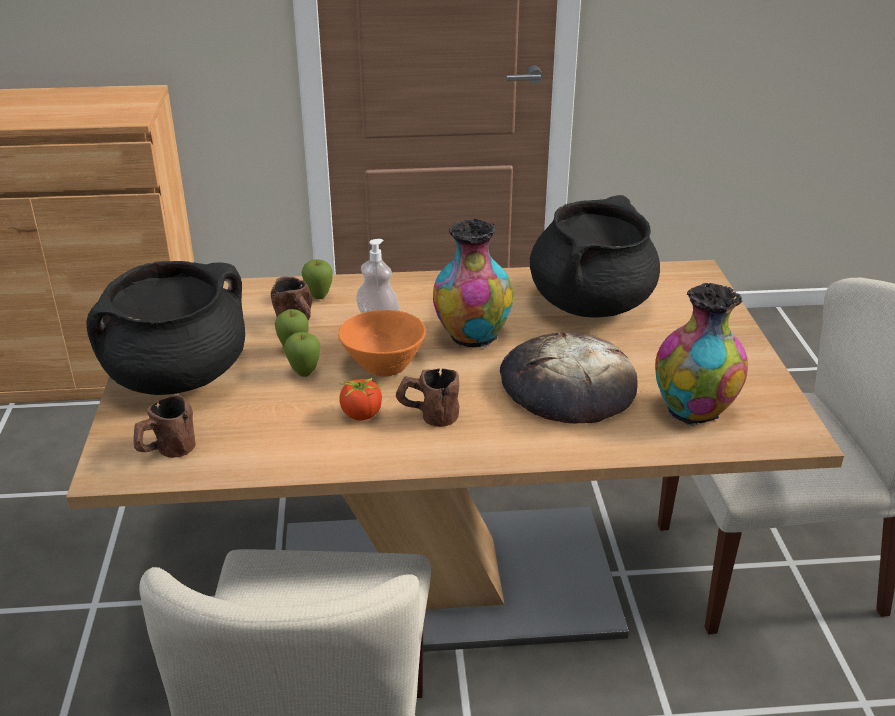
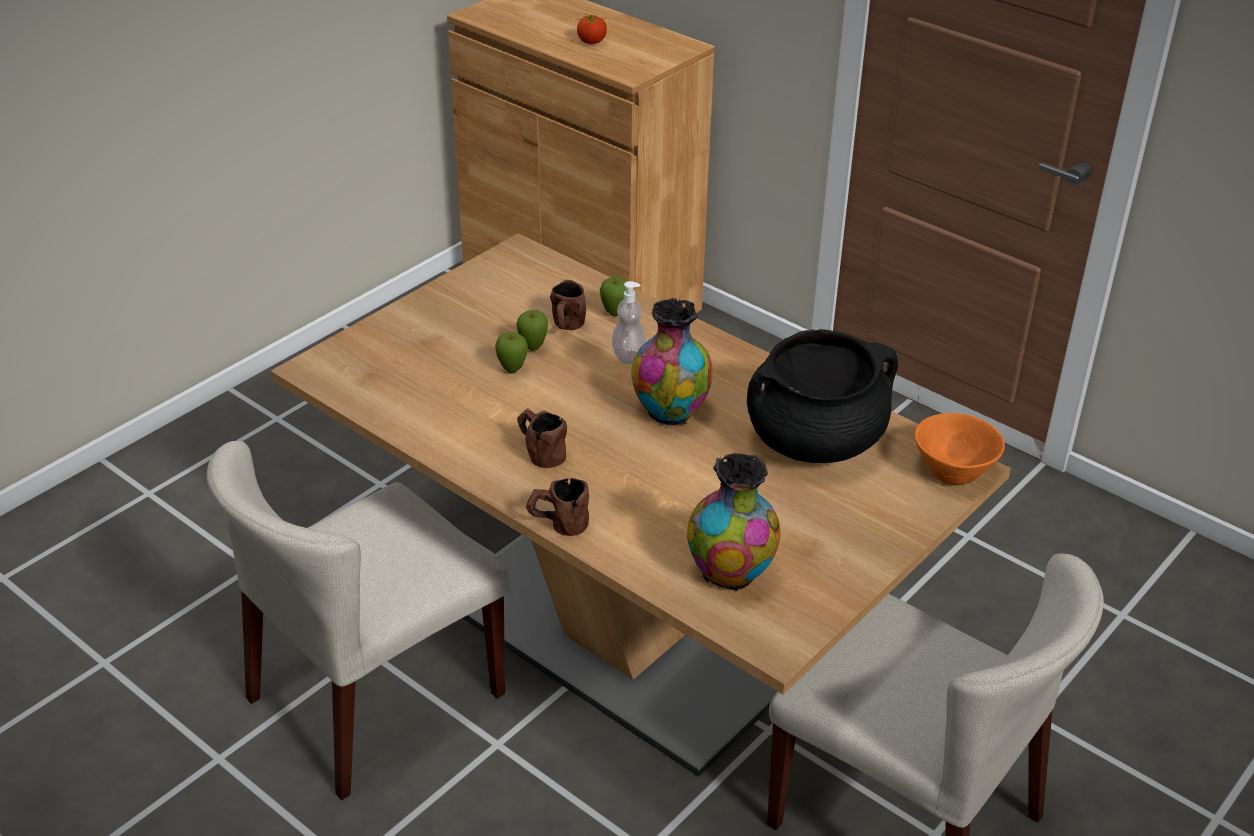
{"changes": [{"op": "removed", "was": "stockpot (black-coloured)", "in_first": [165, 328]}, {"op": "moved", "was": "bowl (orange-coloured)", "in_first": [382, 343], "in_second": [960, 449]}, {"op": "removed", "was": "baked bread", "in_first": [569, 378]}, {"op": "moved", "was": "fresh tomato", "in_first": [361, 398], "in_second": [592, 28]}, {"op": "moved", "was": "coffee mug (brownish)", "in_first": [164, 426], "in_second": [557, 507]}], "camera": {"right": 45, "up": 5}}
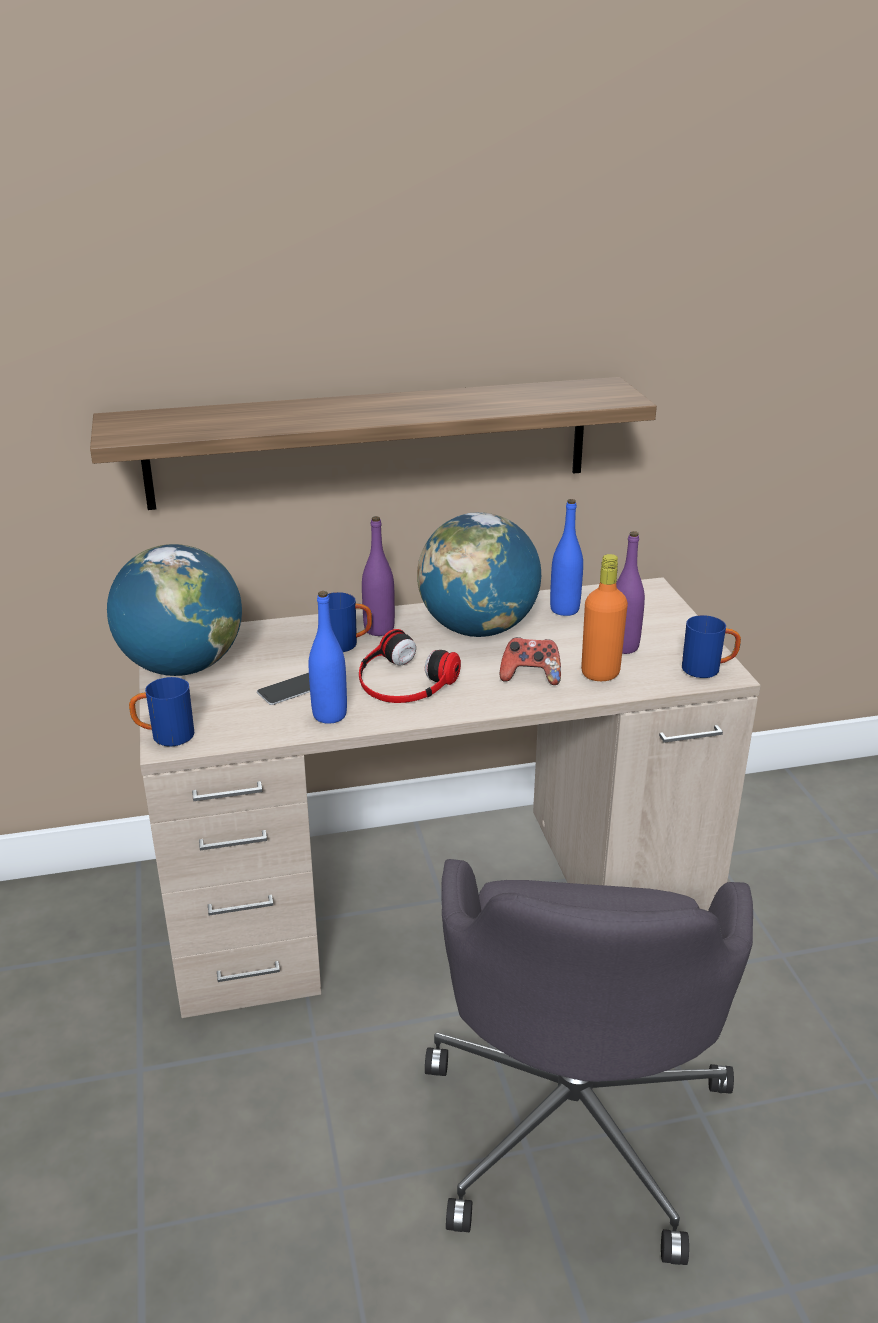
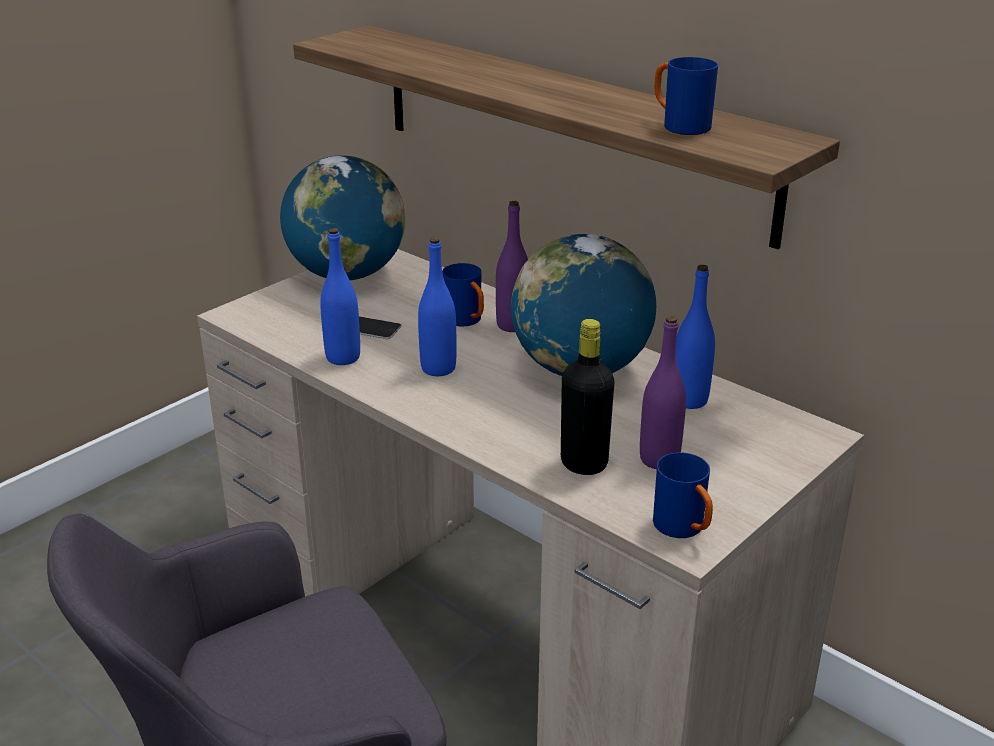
{"changes": [{"op": "recoloured", "was": "bottle (orange-coloured)", "now": "bottle (black-coloured)", "in_first": [604, 617], "in_second": [587, 397]}, {"op": "replaced", "was": "headset", "now": "bottle (blue-coloured)", "in_first": [410, 666], "in_second": [437, 306]}, {"op": "removed", "was": "gamepad", "in_first": [530, 661]}, {"op": "moved", "was": "coffee mug (blue-coloured)", "in_first": [161, 711], "in_second": [686, 96]}], "camera": {"right": 55, "up": 0}}
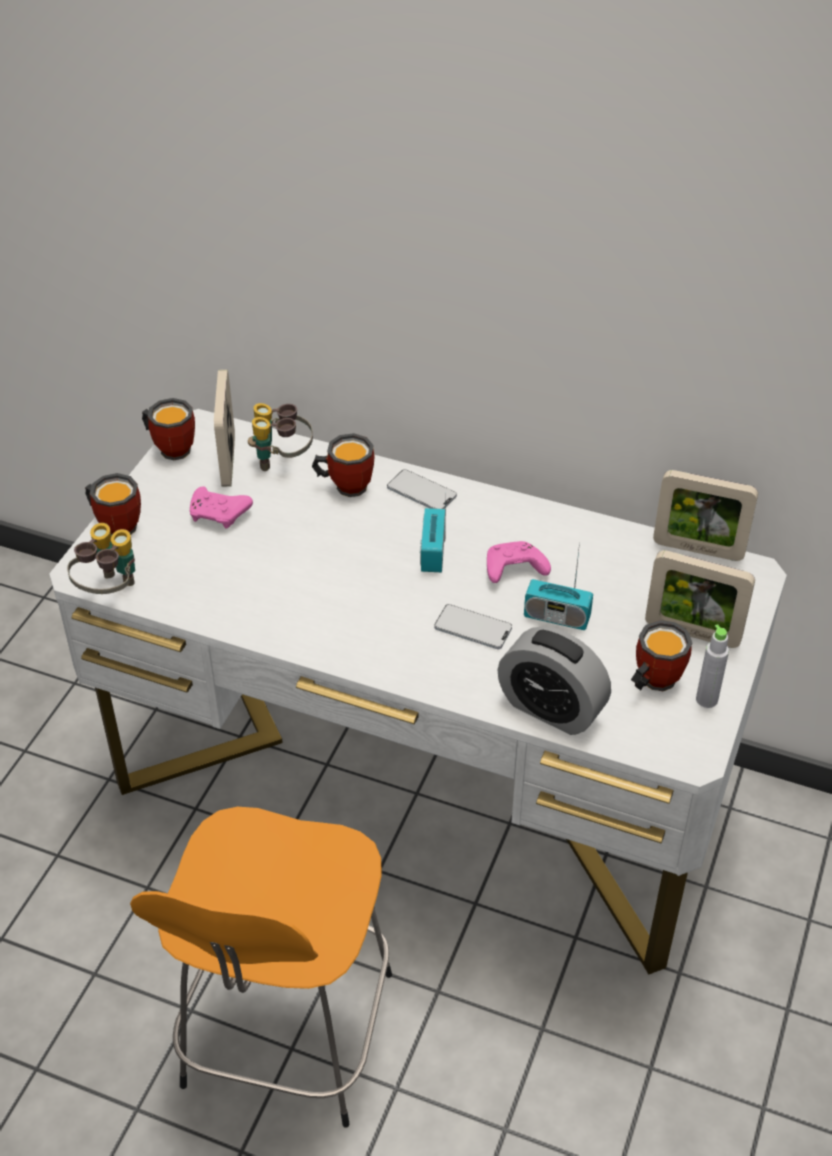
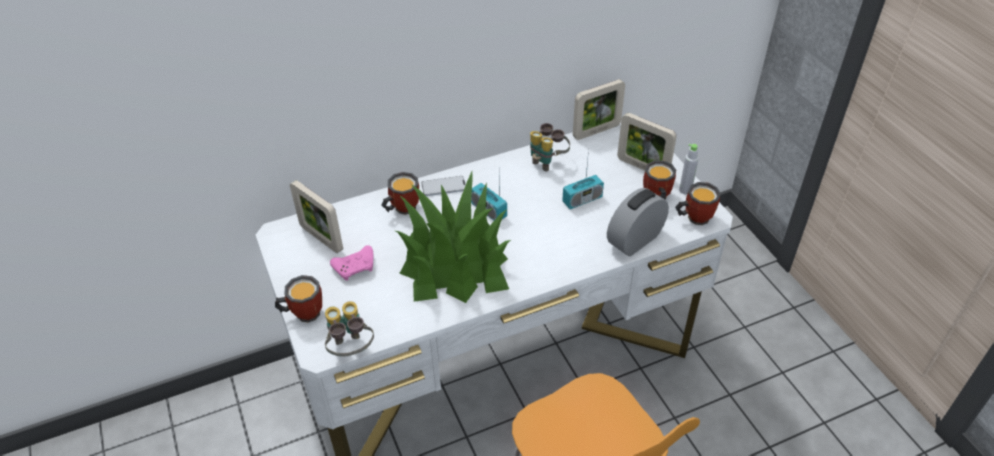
{"changes": [{"op": "moved", "was": "coffee mug", "in_first": [168, 429], "in_second": [698, 203]}, {"op": "moved", "was": "field glasses", "in_first": [280, 437], "in_second": [550, 147]}, {"op": "removed", "was": "gamepad (pinkish)", "in_first": [519, 562]}, {"op": "turned", "was": "picture frame", "in_first": [700, 599], "in_second": [647, 142], "clockwise": 60}, {"op": "removed", "was": "handset", "in_first": [473, 626]}, {"op": "turned", "was": "table clock", "in_first": [554, 680], "in_second": [638, 222], "clockwise": 150}, {"op": "added", "now": "potted plant", "in_second": [453, 237]}], "camera": {"right": -45, "up": 0}}
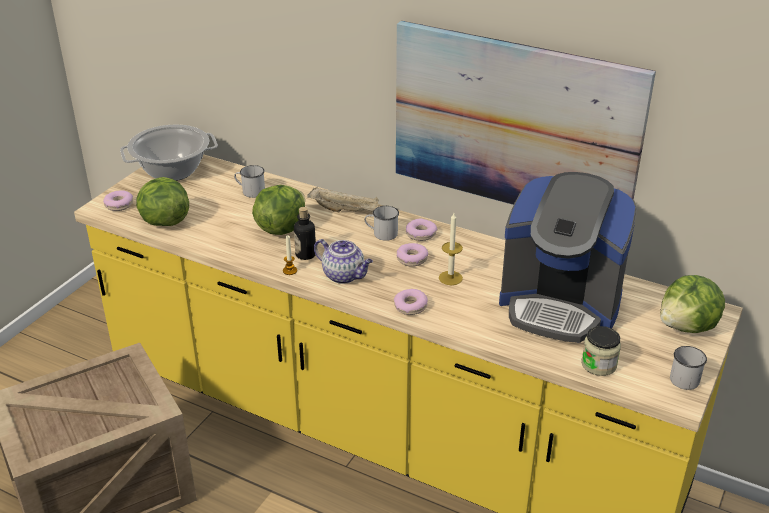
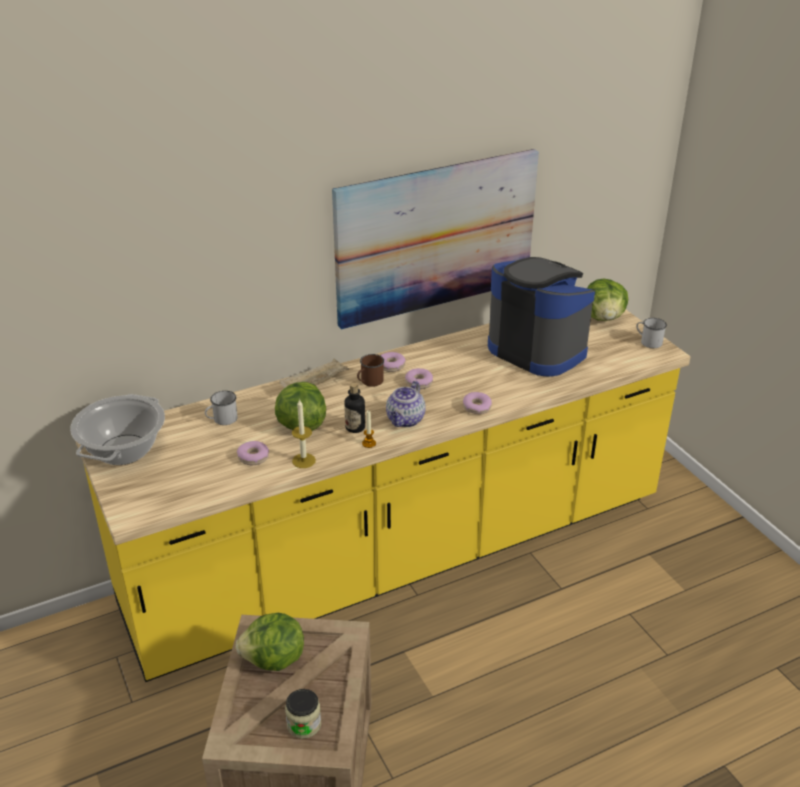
{"changes": [{"op": "turned", "was": "coffee maker", "in_first": [568, 257], "in_second": [541, 317], "clockwise": -105}, {"op": "moved", "was": "lettuce", "in_first": [162, 201], "in_second": [269, 642]}, {"op": "moved", "was": "doughnut", "in_first": [118, 200], "in_second": [253, 453]}, {"op": "recoloured", "was": "coffee mug (white-coloured)", "now": "coffee mug (brownish)", "in_first": [382, 223], "in_second": [370, 370]}, {"op": "moved", "was": "candle", "in_first": [451, 249], "in_second": [304, 433]}, {"op": "turned", "was": "tea pot", "in_first": [343, 261], "in_second": [406, 404], "clockwise": 135}, {"op": "moved", "was": "preserve jar", "in_first": [601, 351], "in_second": [303, 714]}], "camera": {"right": -55, "up": 0}}
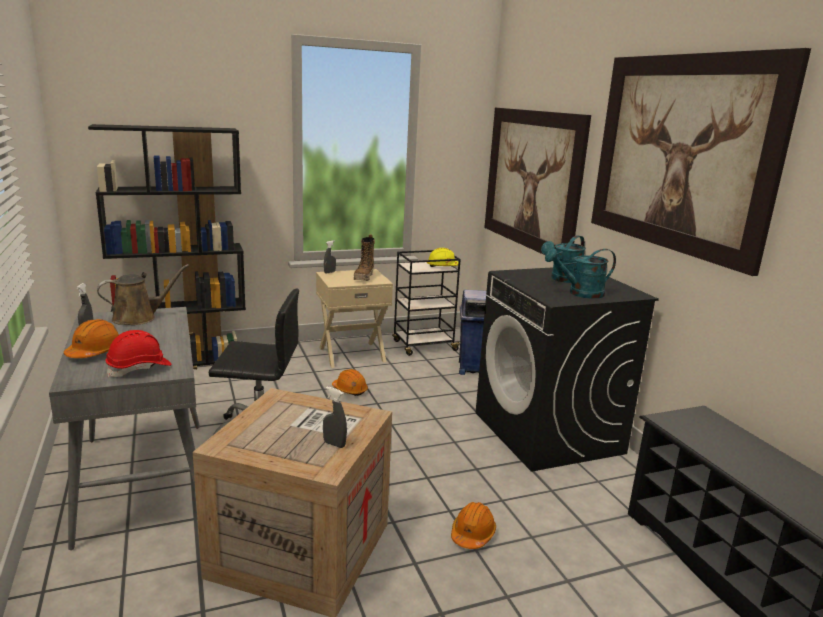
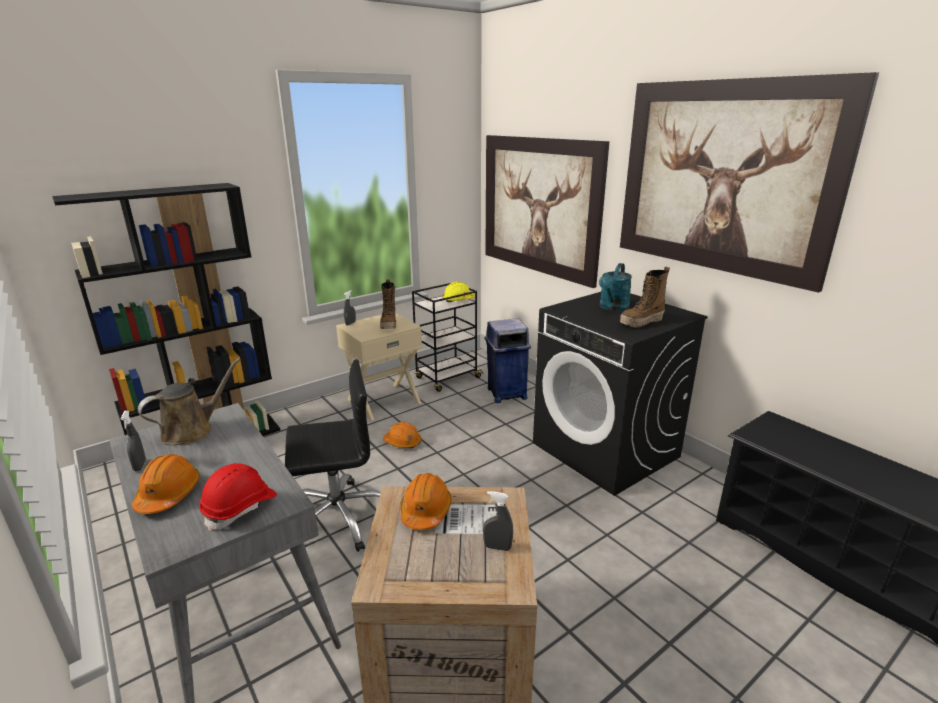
{"changes": [{"op": "replaced", "was": "watering can (turquoise-coloured)", "now": "high-top boot", "in_first": [580, 273], "in_second": [645, 297]}, {"op": "moved", "was": "hard hat (orange-coloured)", "in_first": [473, 525], "in_second": [426, 501]}], "camera": {"right": -15, "up": 5}}
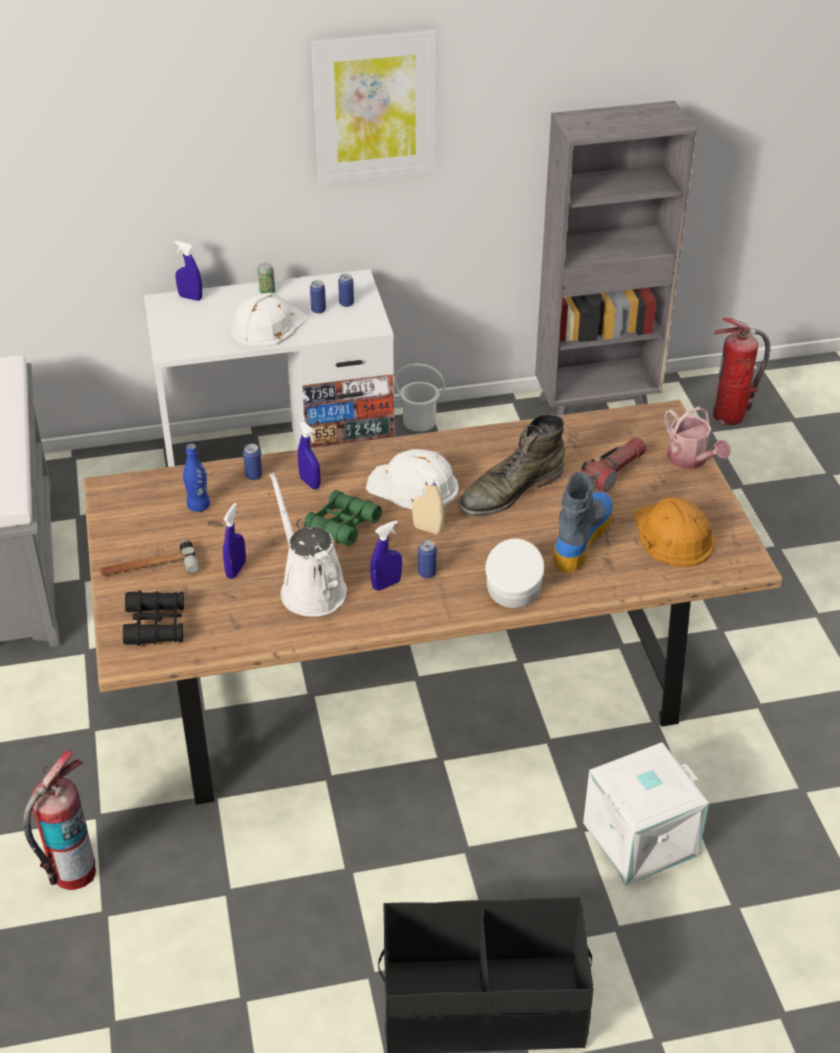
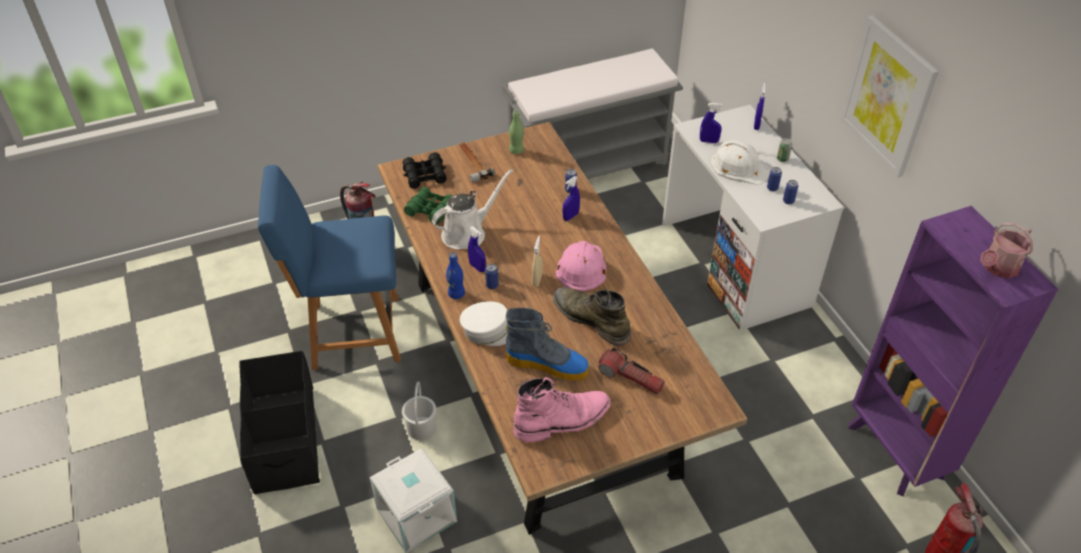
{"changes": [{"op": "recoloured", "was": "bookcase (greyish)", "now": "bookcase (purplish)", "in_first": [616, 258], "in_second": [953, 351]}, {"op": "moved", "was": "water bucket (white-coloured)", "in_first": [419, 397], "in_second": [419, 410]}, {"op": "moved", "was": "watering can", "in_first": [697, 438], "in_second": [1006, 250]}, {"op": "moved", "was": "bottle (blue-coloured)", "in_first": [196, 478], "in_second": [455, 276]}, {"op": "recoloured", "was": "hard hat (white-coloured)", "now": "hard hat (pinkish)", "in_first": [412, 479], "in_second": [581, 266]}, {"op": "moved", "was": "field glasses (green)", "in_first": [343, 518], "in_second": [428, 205]}, {"op": "replaced", "was": "hard hat (orange-coloured)", "now": "high-top boot (pinkish)", "in_first": [674, 532], "in_second": [562, 409]}, {"op": "moved", "was": "hand sprayer (blue-coloured)", "in_first": [234, 541], "in_second": [711, 123]}, {"op": "added", "now": "bottle (green)", "in_second": [516, 132]}, {"op": "added", "now": "chair (blue-coloured)", "in_second": [329, 267]}], "camera": {"right": 80, "up": 5}}
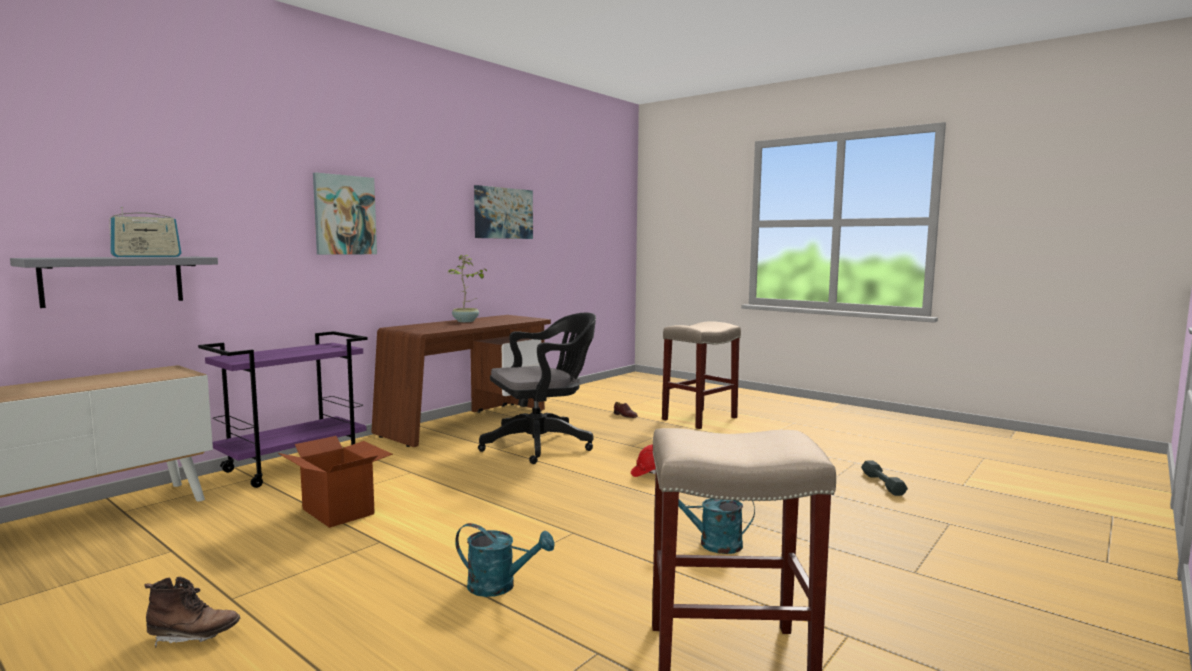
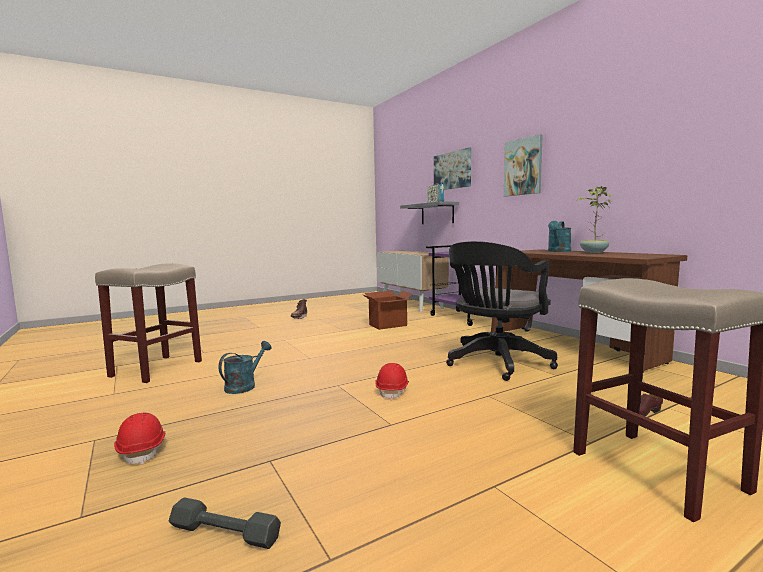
{"changes": [{"op": "moved", "was": "picture", "in_first": [503, 212], "in_second": [452, 169]}, {"op": "turned", "was": "desk chair (black-coloured)", "in_first": [537, 388], "in_second": [502, 311], "clockwise": 45}, {"op": "moved", "was": "watering can (turquoise-coloured)", "in_first": [504, 560], "in_second": [559, 236]}, {"op": "added", "now": "hard hat (reddish)", "in_second": [139, 439]}], "camera": {"right": 110, "up": 0}}
